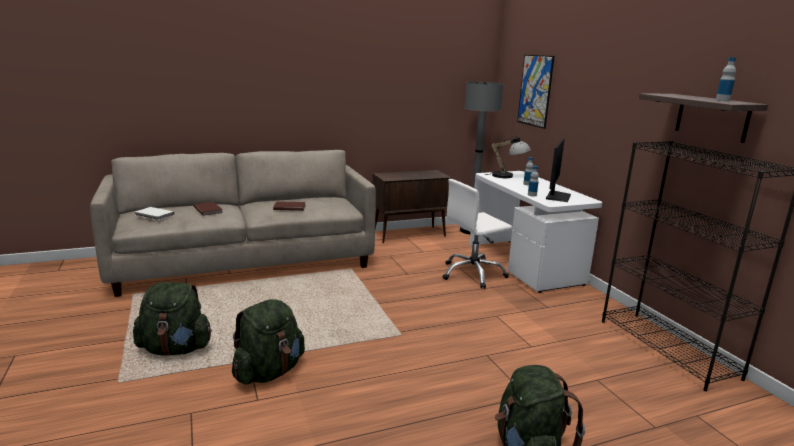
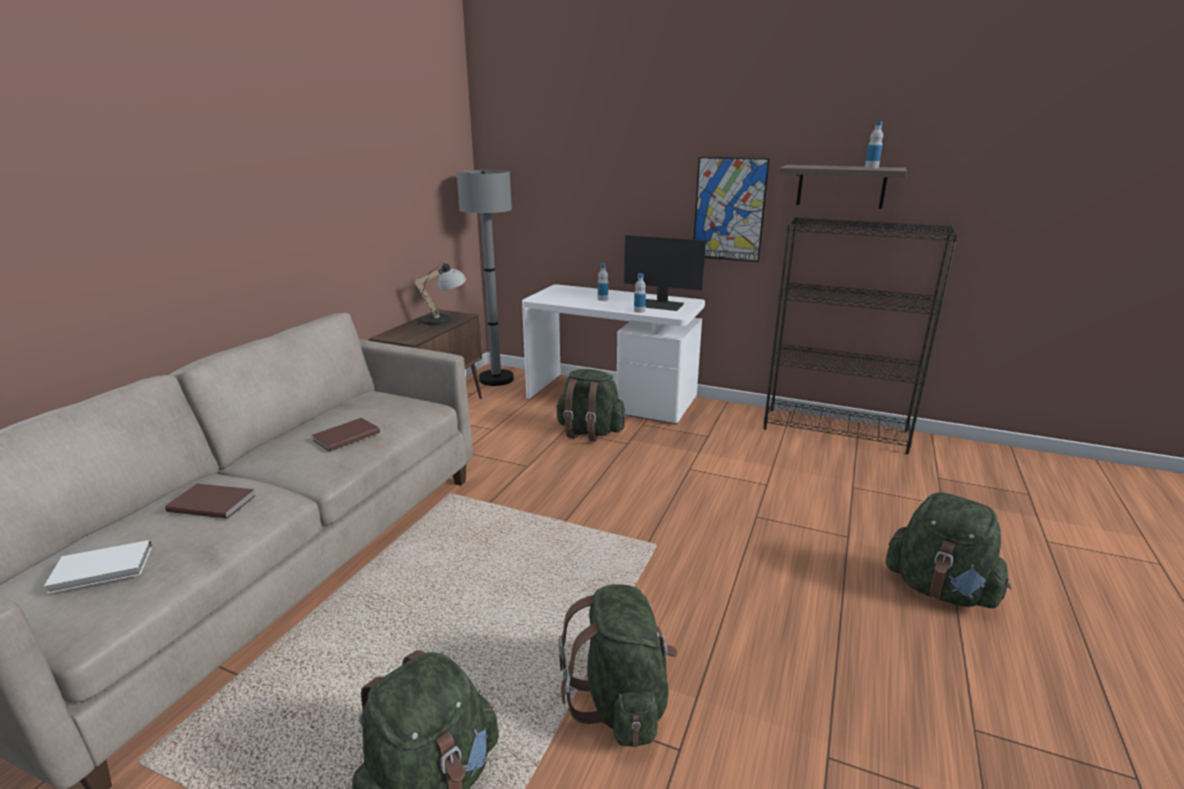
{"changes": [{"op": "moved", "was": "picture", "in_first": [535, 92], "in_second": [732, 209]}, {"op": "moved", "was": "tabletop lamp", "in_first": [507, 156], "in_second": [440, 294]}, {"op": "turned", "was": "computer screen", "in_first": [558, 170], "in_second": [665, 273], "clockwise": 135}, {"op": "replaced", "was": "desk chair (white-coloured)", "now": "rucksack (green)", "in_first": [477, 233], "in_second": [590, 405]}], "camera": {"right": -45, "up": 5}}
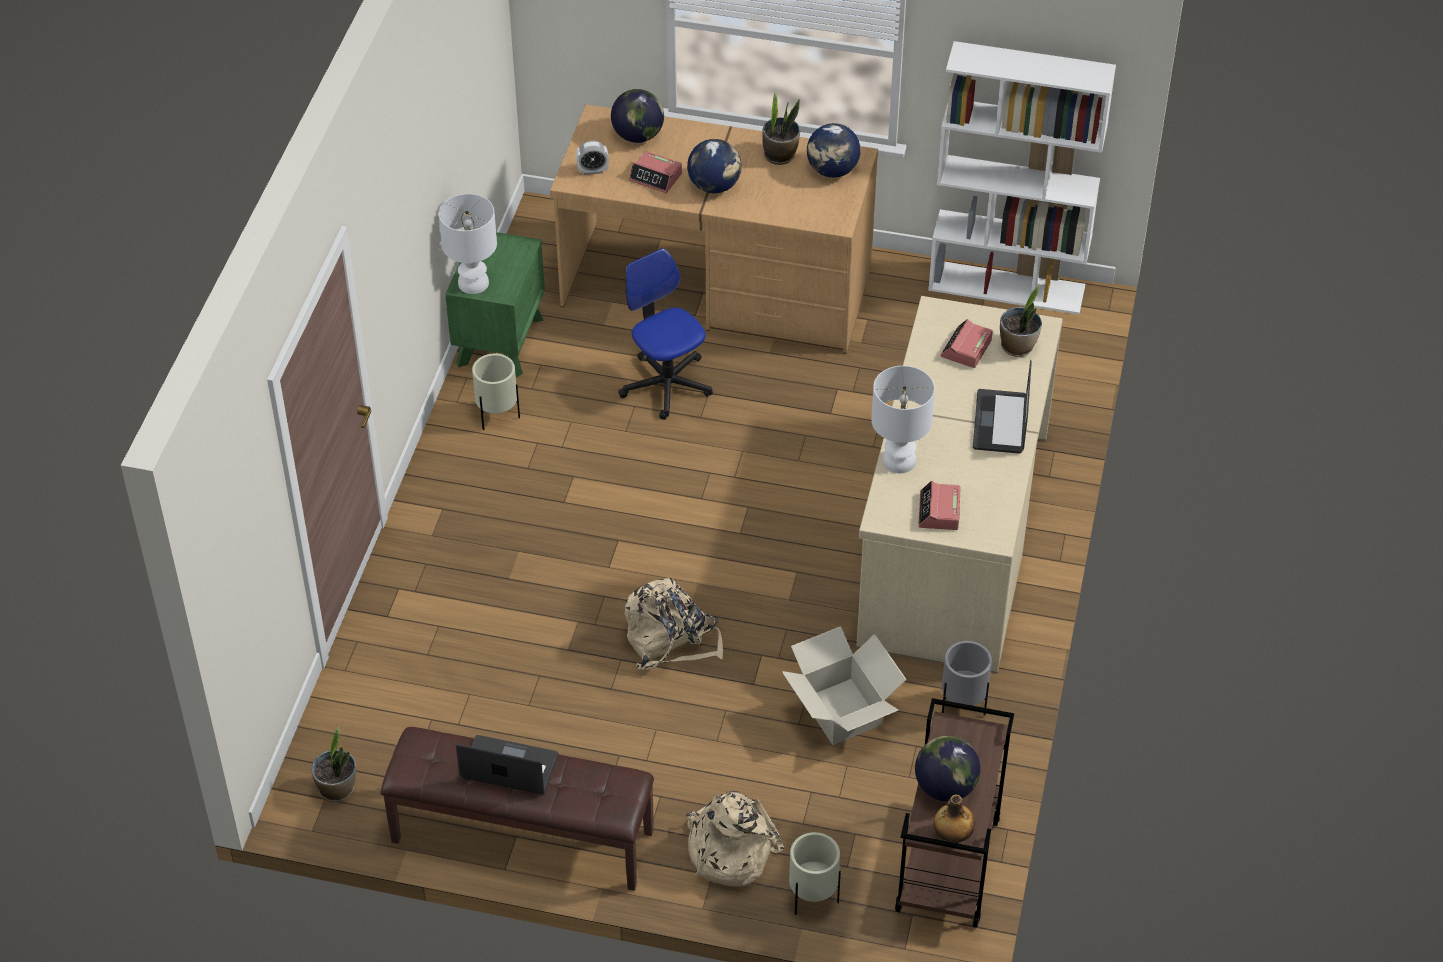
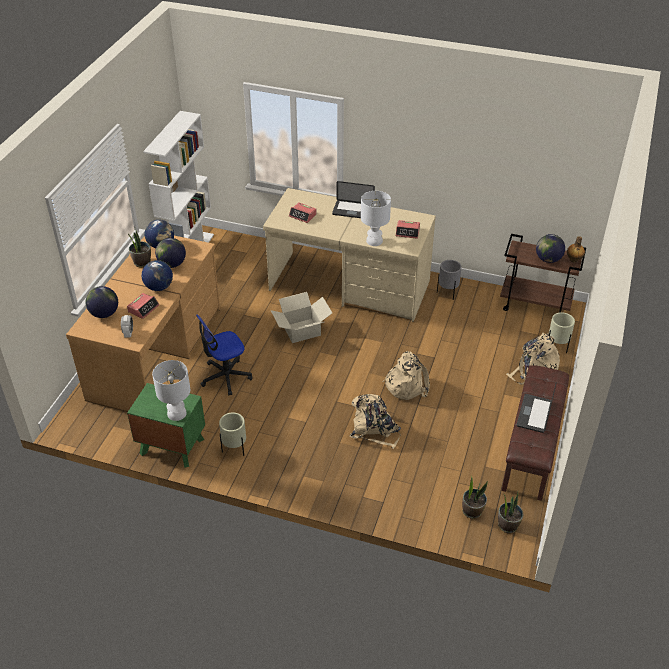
{"changes": [{"op": "moved", "was": "potted plant", "in_first": [1021, 321], "in_second": [475, 497]}, {"op": "moved", "was": "carton", "in_first": [844, 685], "in_second": [301, 317]}, {"op": "added", "now": "globe", "in_second": [170, 253]}, {"op": "added", "now": "rucksack (beige-coloured)", "in_second": [375, 421]}], "camera": {"right": -85, "up": -5}}
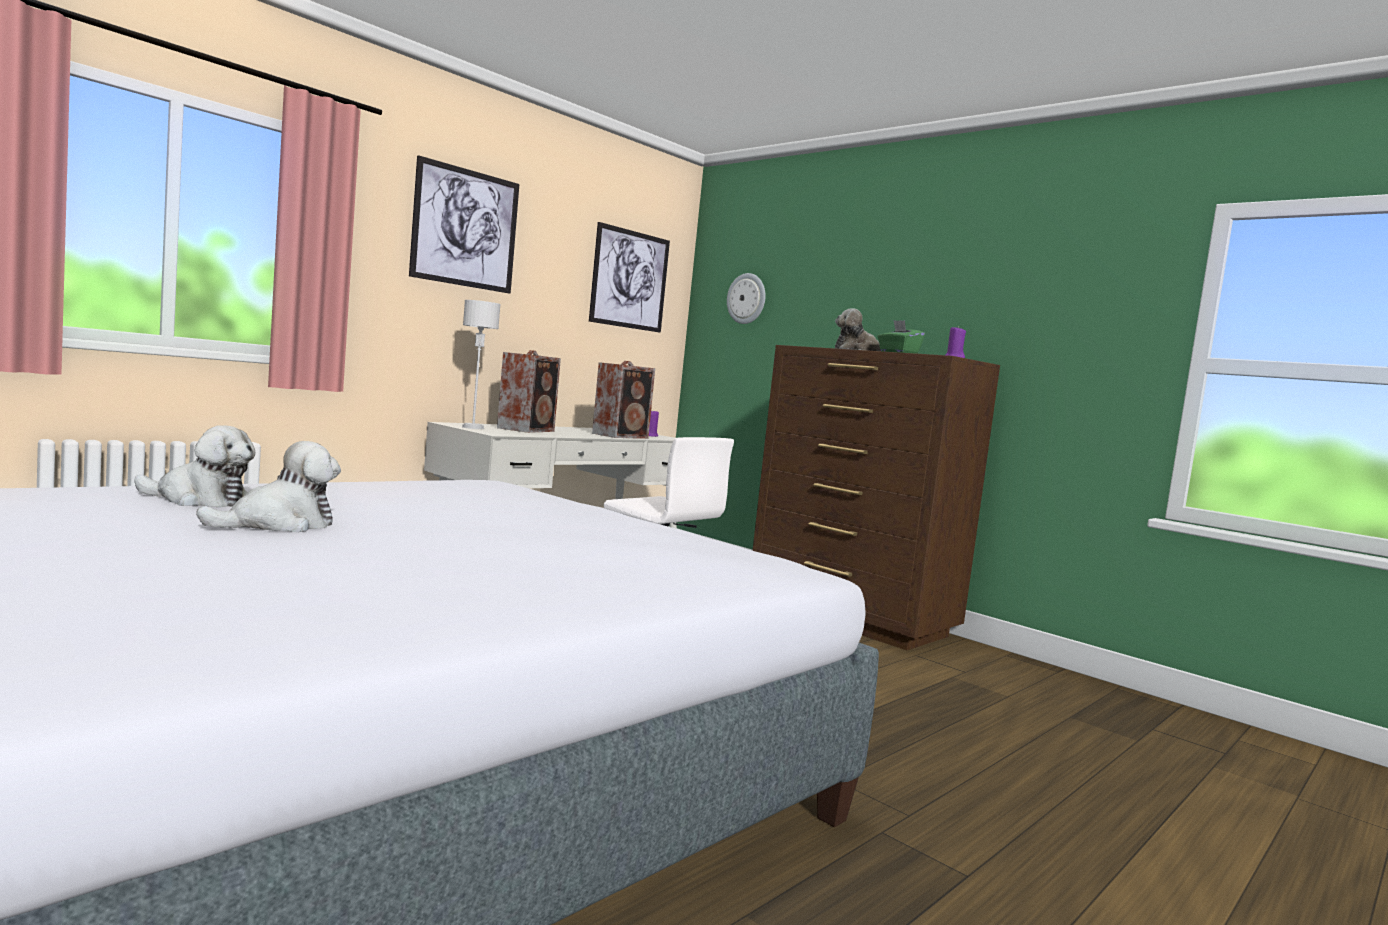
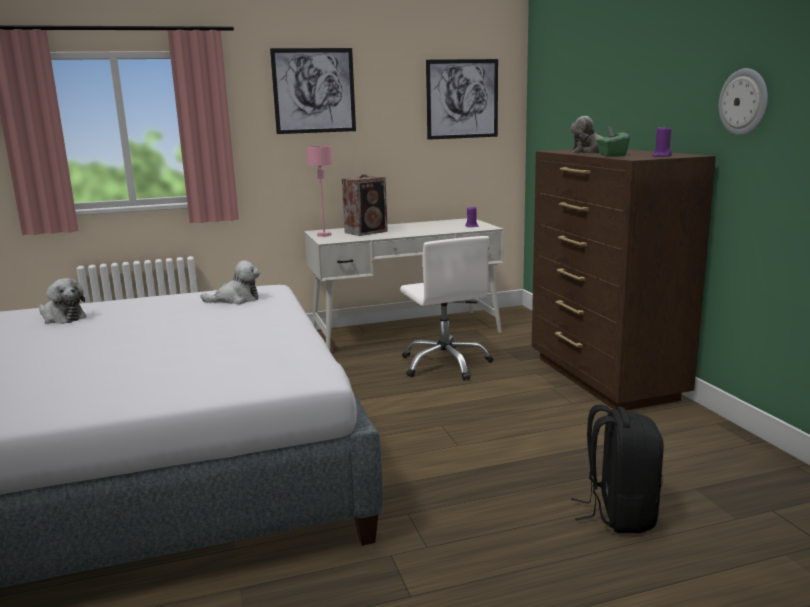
{"changes": [{"op": "moved", "was": "clock on the wall", "in_first": [746, 298], "in_second": [743, 101]}, {"op": "recoloured", "was": "tabletop lamp (greyish)", "now": "tabletop lamp (pinkish)", "in_first": [481, 364], "in_second": [319, 191]}, {"op": "removed", "was": "audio speaker", "in_first": [623, 400]}, {"op": "moved", "was": "soft toy", "in_first": [268, 487], "in_second": [230, 282]}, {"op": "added", "now": "rucksack (black-coloured)", "in_second": [617, 469]}], "camera": {"right": 30, "up": 10}}
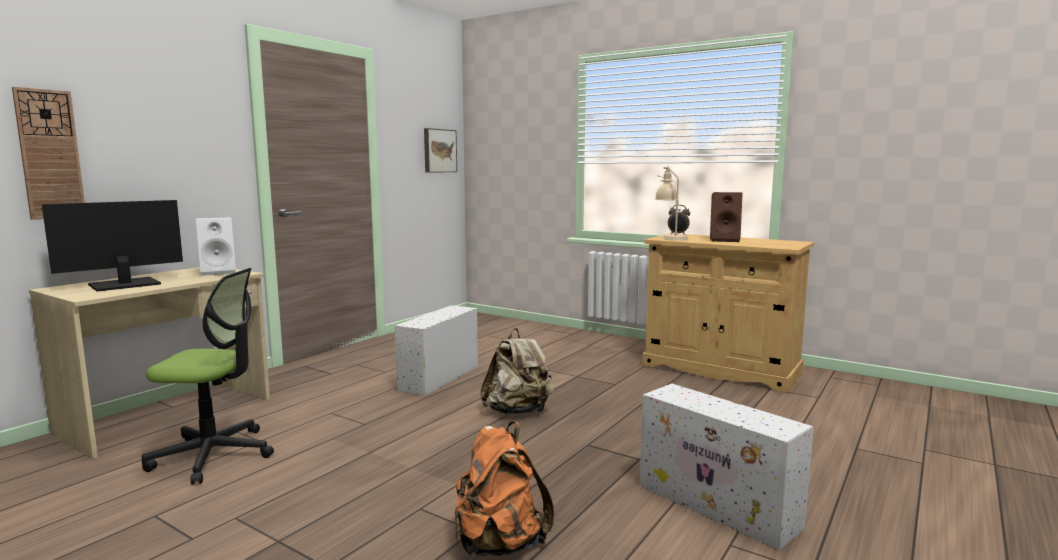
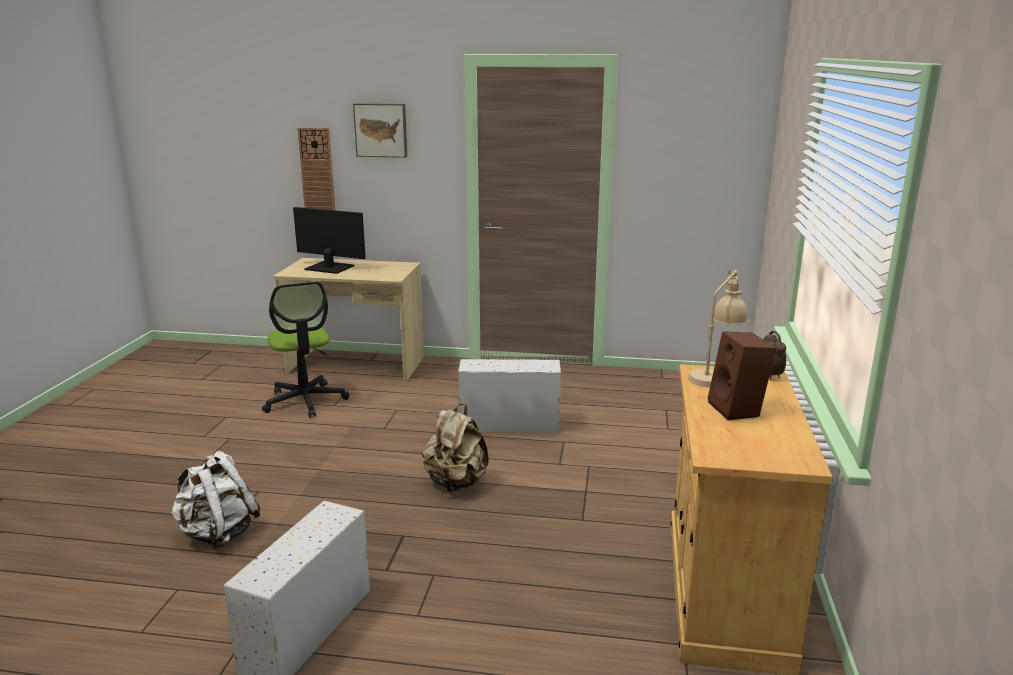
{"changes": [{"op": "moved", "was": "picture", "in_first": [440, 150], "in_second": [380, 130]}, {"op": "removed", "was": "audio speaker (white-coloured)", "in_first": [216, 247]}, {"op": "recoloured", "was": "rucksack (orange-coloured)", "now": "rucksack (white-coloured)", "in_first": [504, 489], "in_second": [215, 500]}], "camera": {"right": 65, "up": 10}}
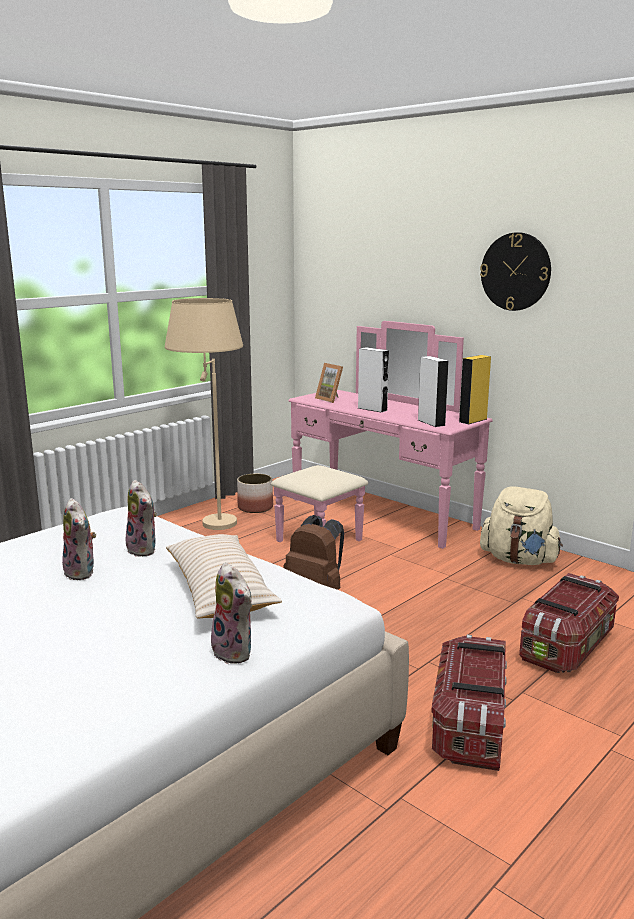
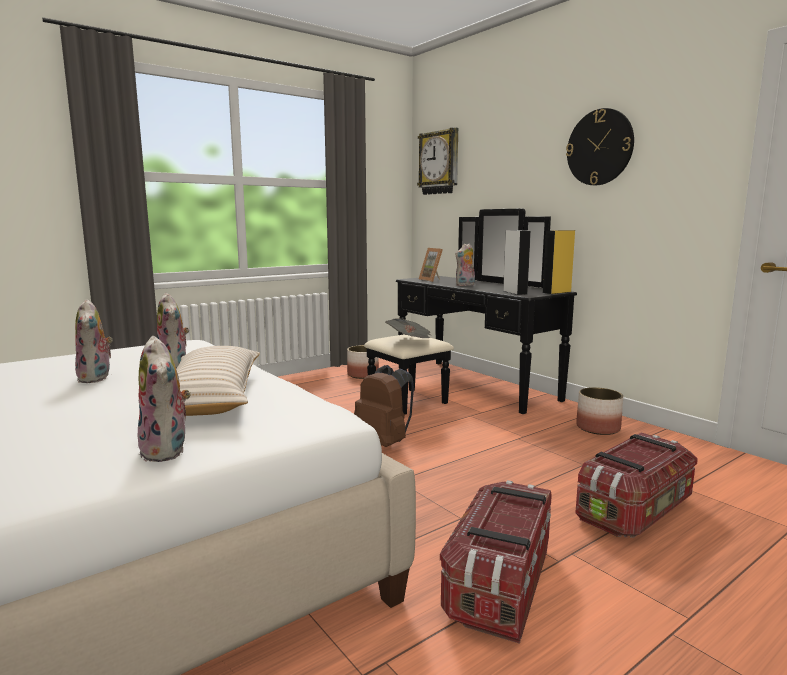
{"changes": [{"op": "removed", "was": "floor lamp (beige-coloured)", "in_first": [204, 414]}, {"op": "recoloured", "was": "chest of drawers (pinkish)", "now": "chest of drawers (black-coloured)", "in_first": [382, 435], "in_second": [470, 312]}, {"op": "replaced", "was": "audio speaker (white-coloured)", "now": "soft toy", "in_first": [373, 380], "in_second": [465, 265]}, {"op": "replaced", "was": "rucksack (beige-coloured)", "now": "plant pot", "in_first": [521, 525], "in_second": [599, 411]}, {"op": "added", "now": "clock on the wall", "in_second": [437, 161]}, {"op": "added", "now": "daily paper", "in_second": [408, 328]}], "camera": {"right": 10, "up": -5}}
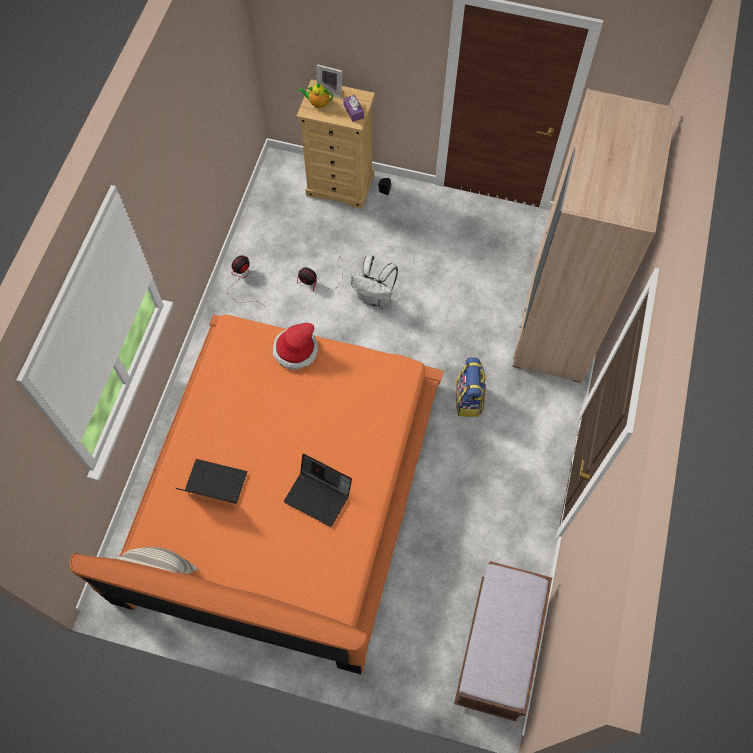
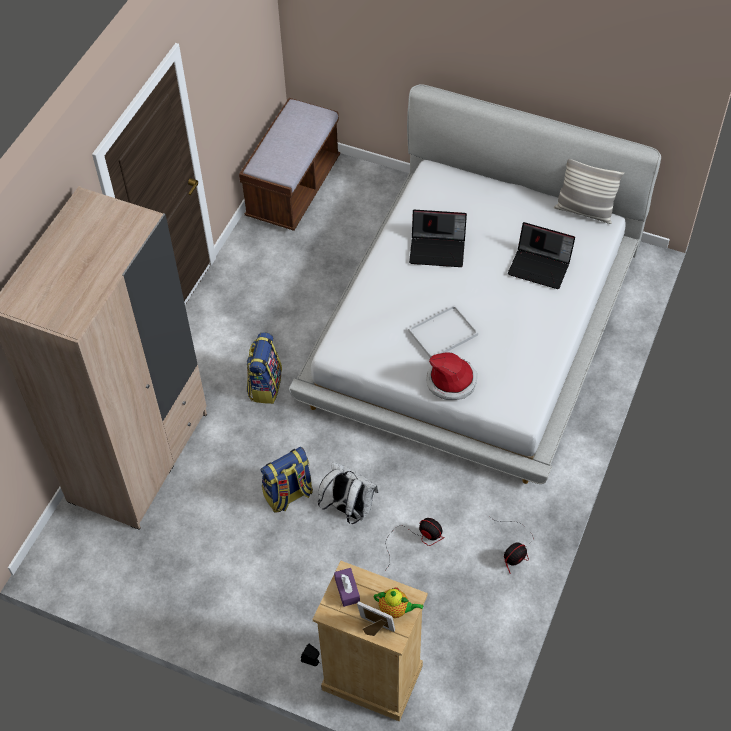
{"changes": [{"op": "recoloured", "was": "bed (orange-coloured)", "now": "bed (white-coloured)", "in_first": [256, 494], "in_second": [475, 284]}, {"op": "turned", "was": "portable computer", "in_first": [318, 490], "in_second": [438, 238], "clockwise": 150}, {"op": "added", "now": "serving tray (white-coloured)", "in_second": [443, 331]}, {"op": "added", "now": "rucksack", "in_second": [286, 480]}], "camera": {"right": -170, "up": -10}}
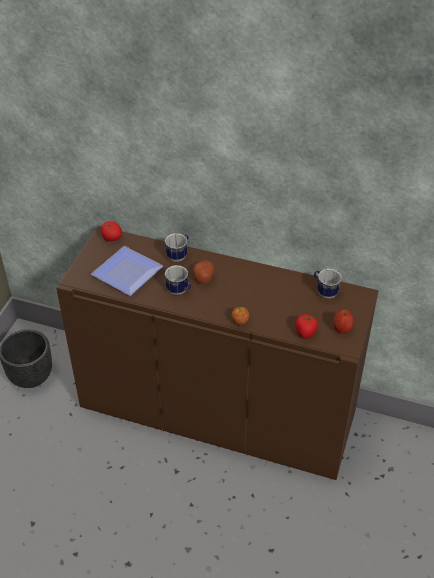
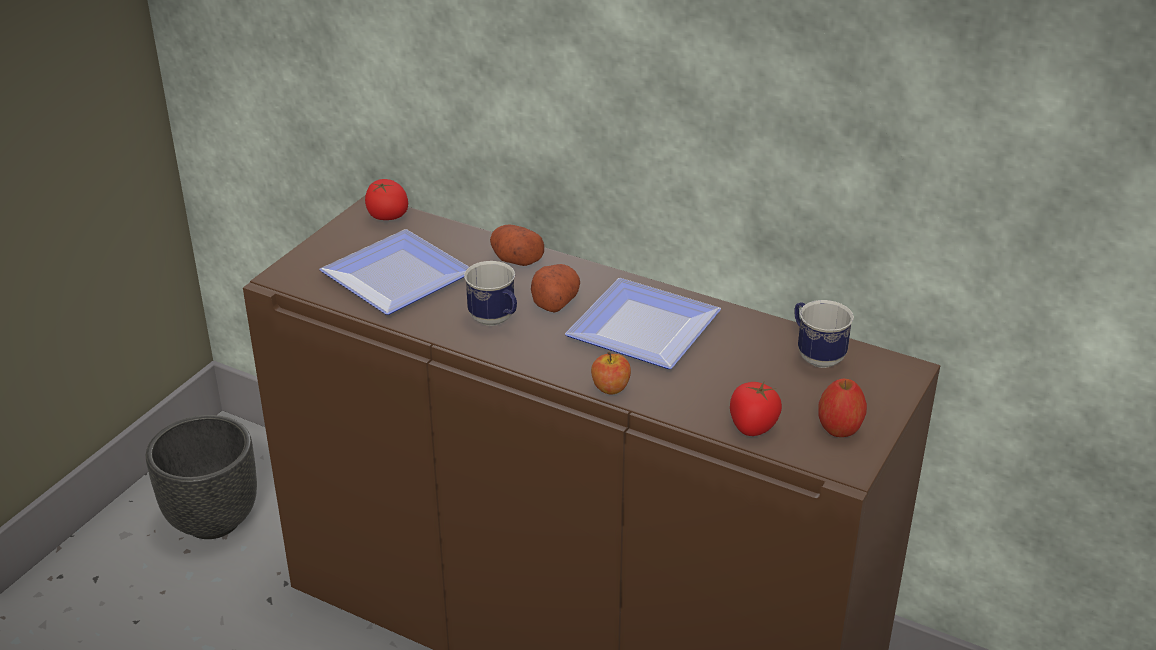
{"changes": [{"op": "replaced", "was": "coffee mug", "now": "whole potato", "in_first": [177, 247], "in_second": [517, 245]}, {"op": "added", "now": "dinner plate", "in_second": [643, 323]}], "camera": {"right": 10, "up": -10}}
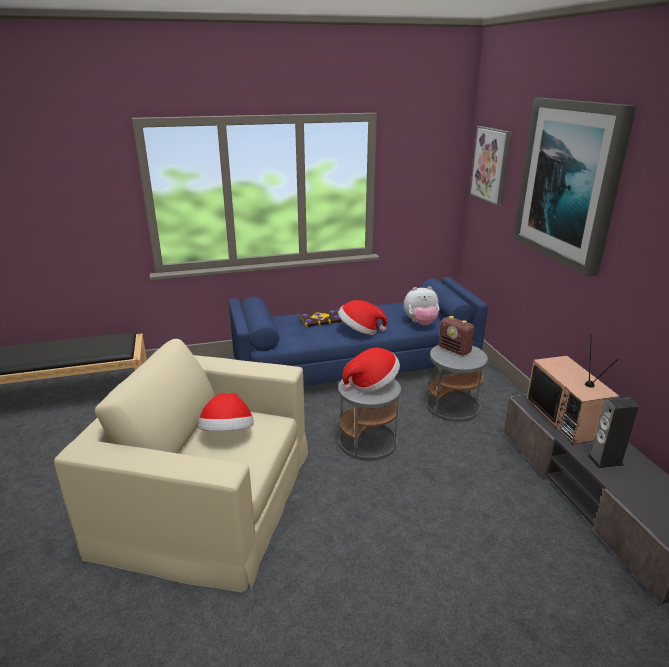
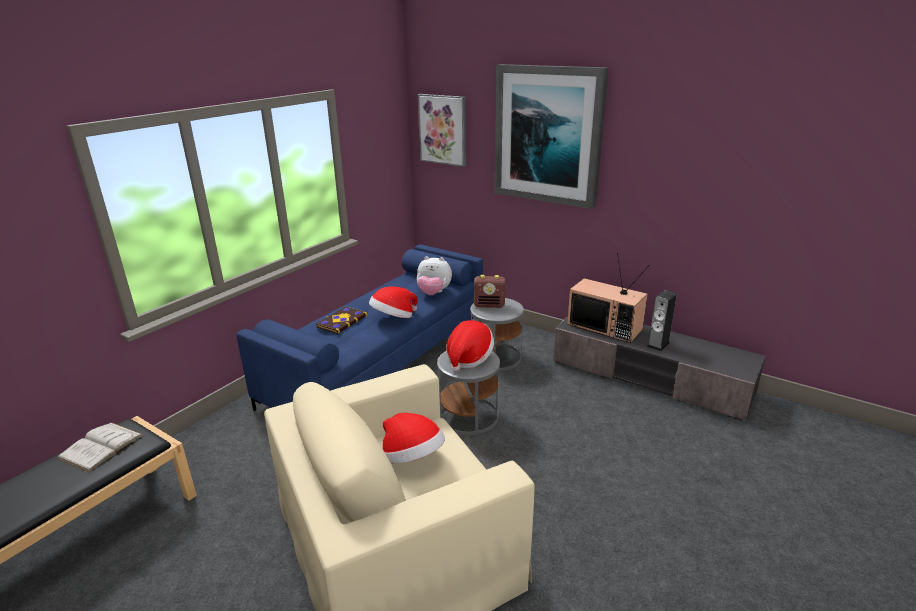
{"changes": [{"op": "turned", "was": "soft toy", "in_first": [422, 305], "in_second": [434, 275], "clockwise": 60}, {"op": "added", "now": "bound book (white-coloured)", "in_second": [100, 448]}], "camera": {"right": -40, "up": 0}}
